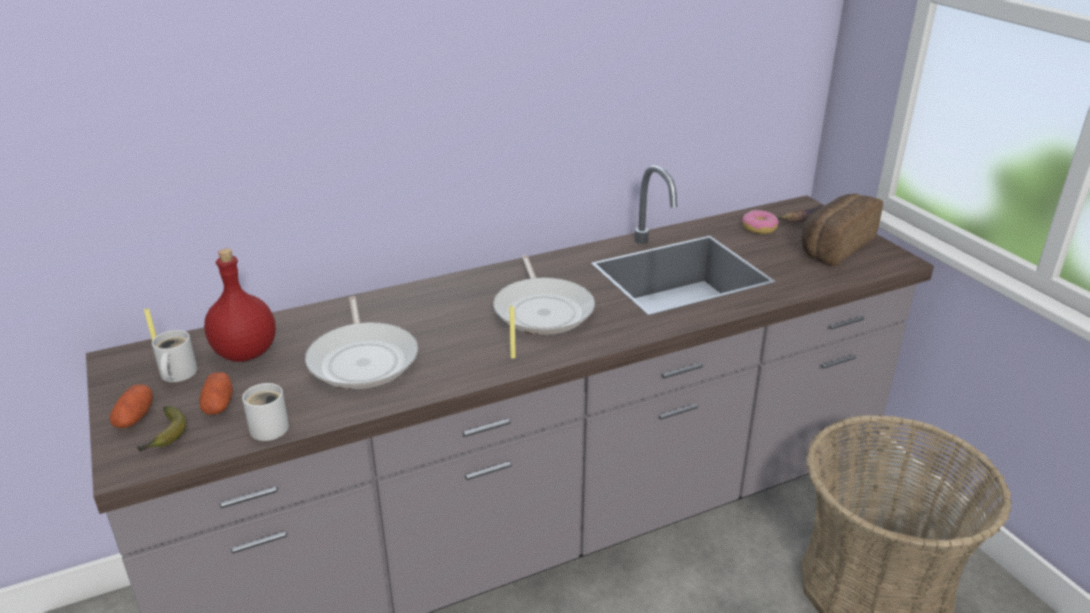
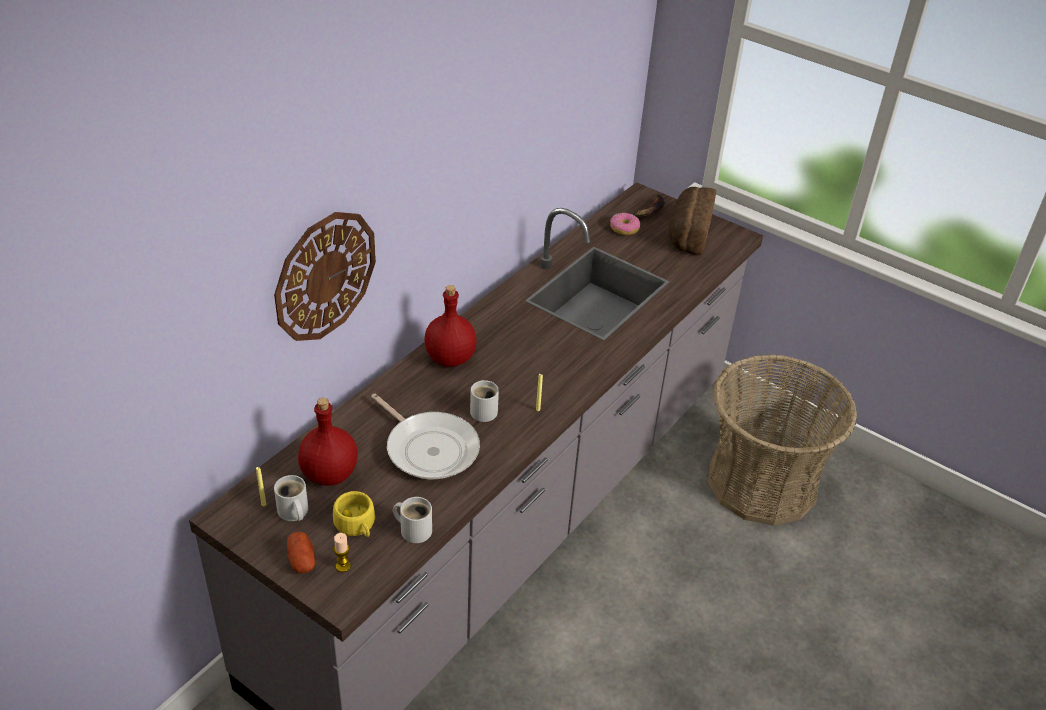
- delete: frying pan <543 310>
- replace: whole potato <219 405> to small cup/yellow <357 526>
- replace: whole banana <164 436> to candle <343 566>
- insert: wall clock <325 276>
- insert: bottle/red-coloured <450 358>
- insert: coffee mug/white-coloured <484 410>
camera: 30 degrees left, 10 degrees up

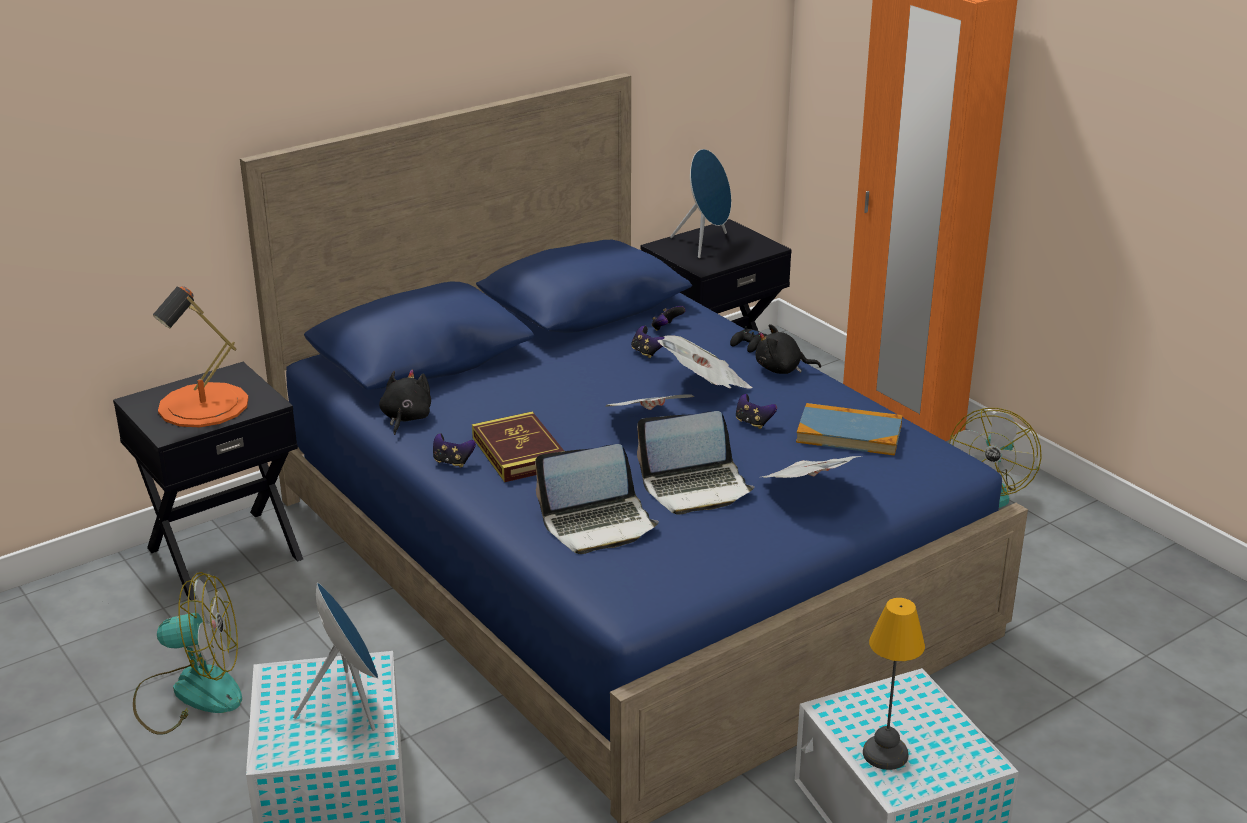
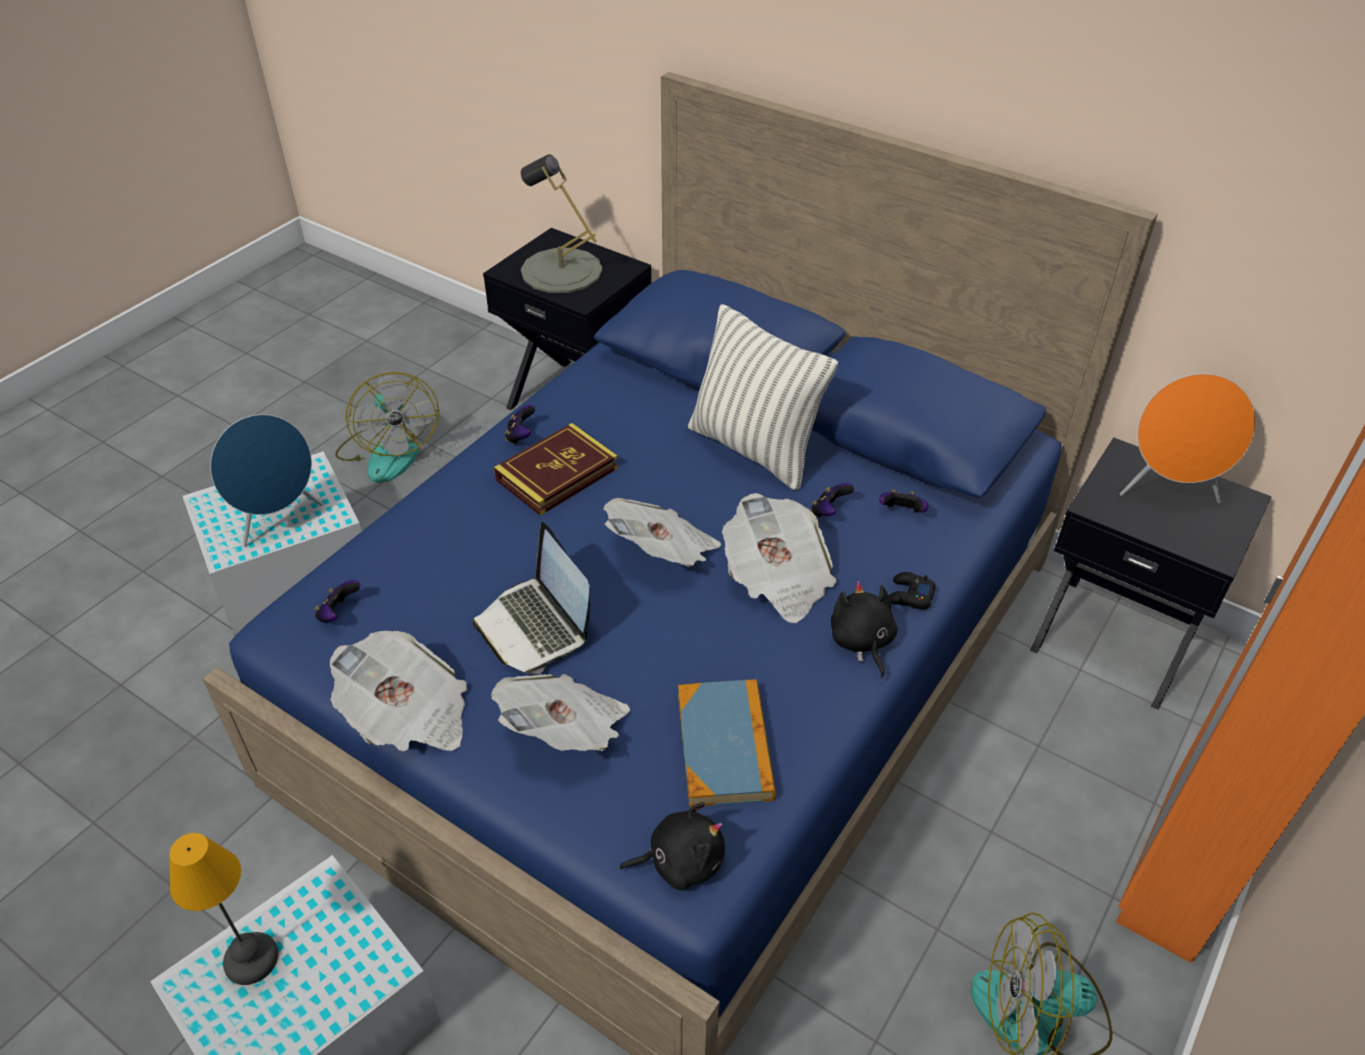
- recolor: audio speaker/bluish <705 244> to audio speaker/orange-coloured <1168 491>
- recolor: tabletop lamp/orange-coloured <203 405> to tabletop lamp/greyish <561 271>
- move: soft toy/blackish <405 418> to <680 861>
- move: joypad <753 423> to <338 613>
- delete: portable computer <598 524>
- insert: cushion <754 449>
- insert: daily paper <408 716>
camera: 70 degrees right, 15 degrees up

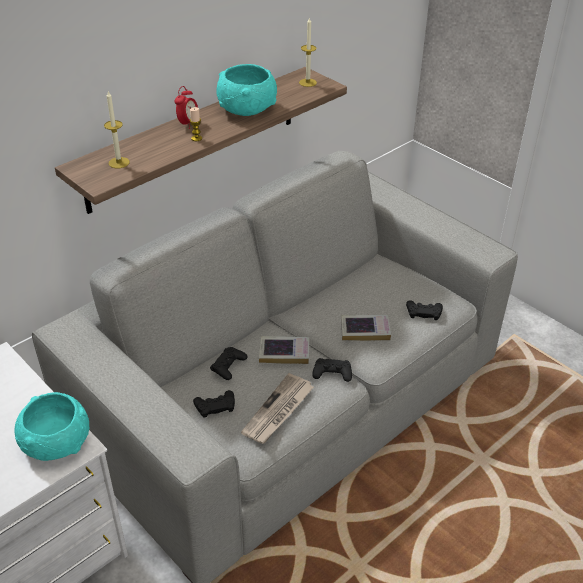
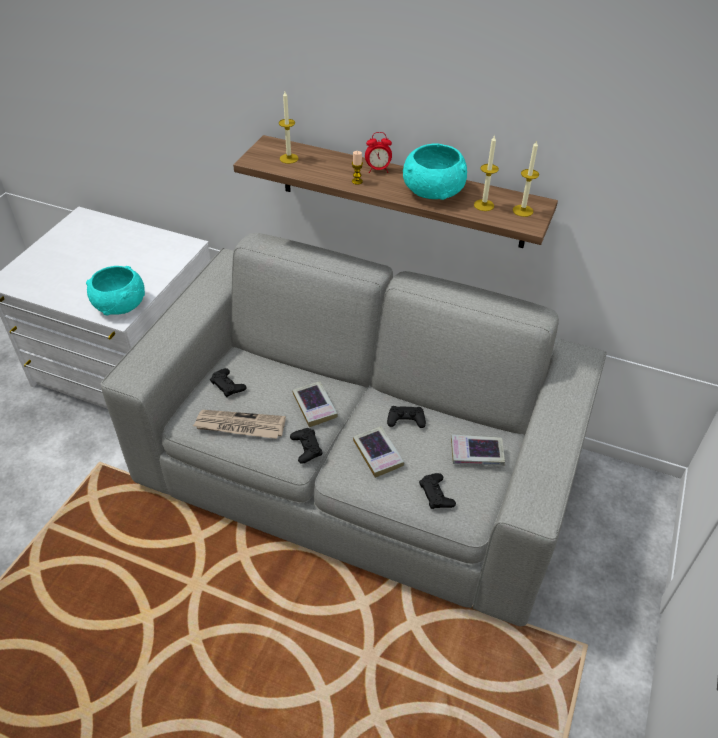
- move: joypad/blackish <228 366> to <406 419>
- insert: candle <484 205>
- insert: book <476 453>
camera: 65 degrees right, 5 degrees up

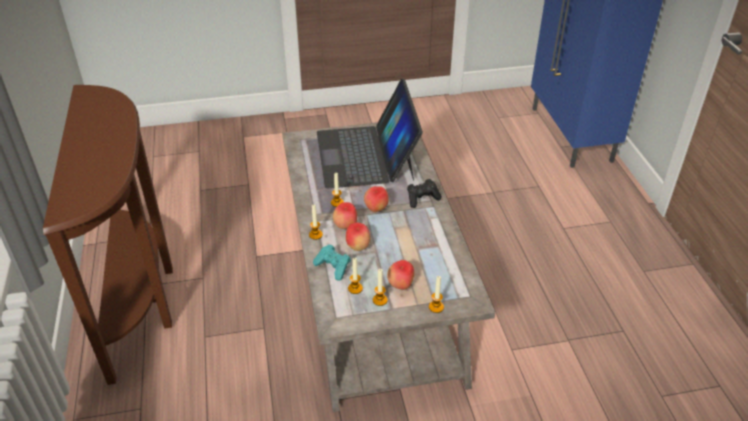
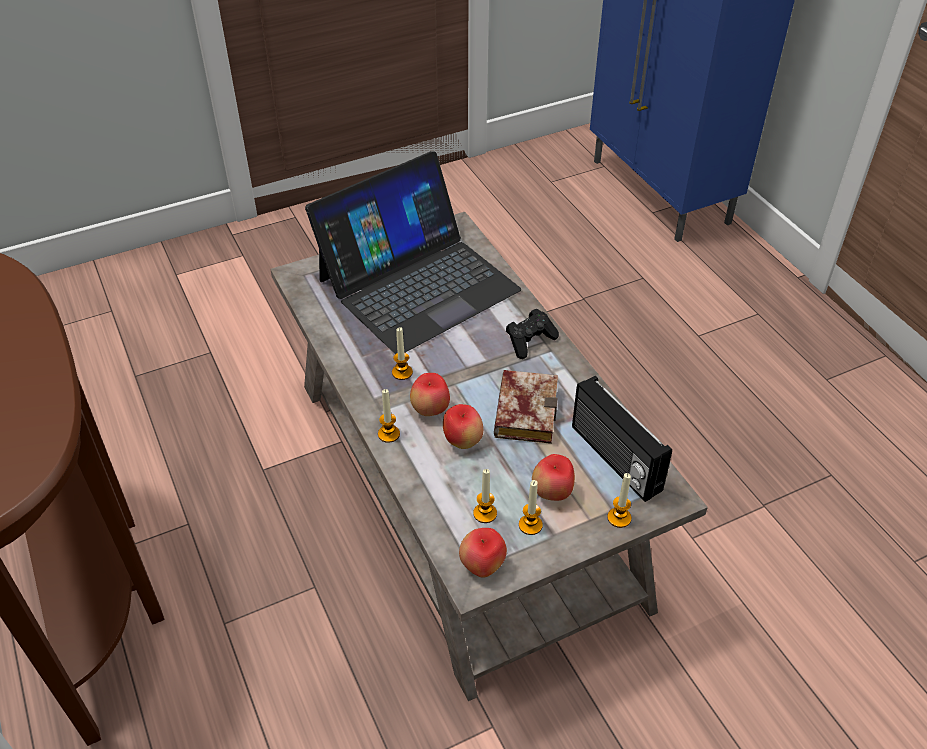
- rotate: portable computer <366 155> = <417 284> 105 degrees counterclockwise
- move: apple <376 209> to <482 566>
- delete: joypad/blue-green <333 267>
- insert: book <523 410>
- insert: radio set <614 459>
camera: 15 degrees left, 5 degrees up

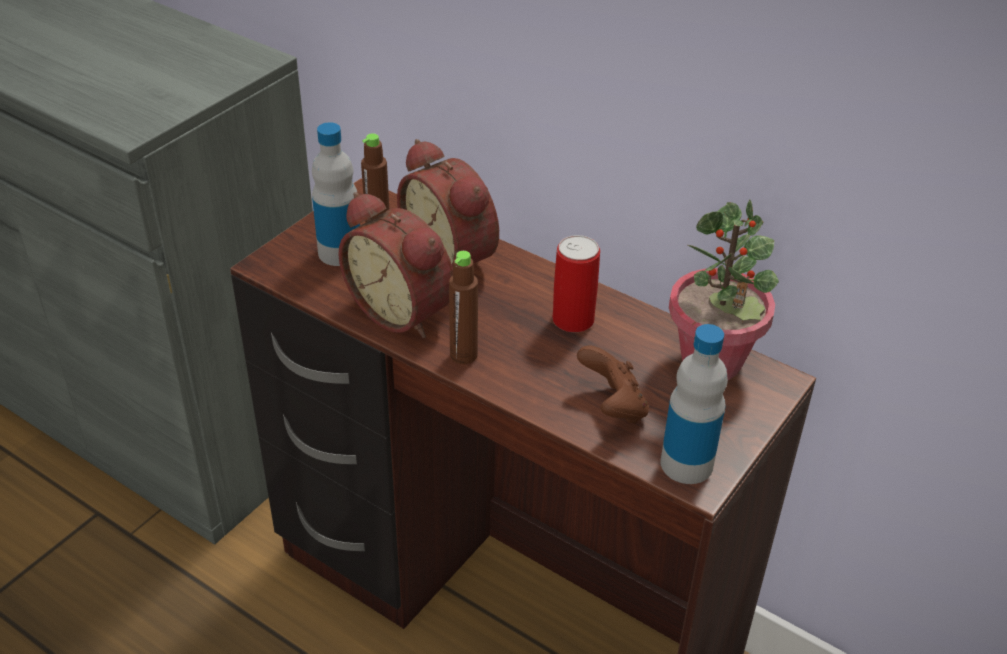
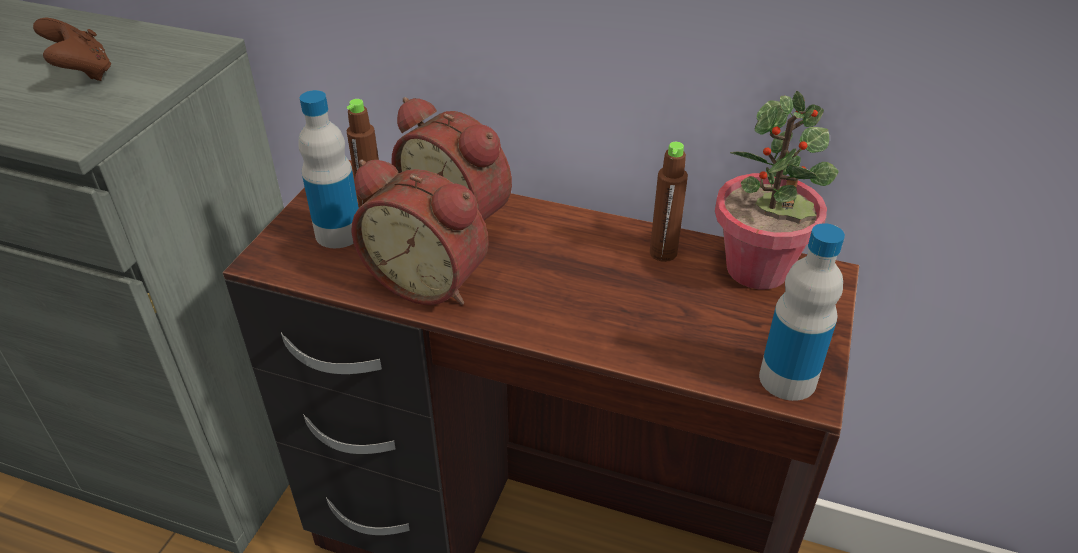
- delete: sealed can <573 320>
- move: bottle/brown <463 355> to <663 253>
- move: joypad/brown <613 407> to <83 74>
camera: 15 degrees left, 0 degrees up

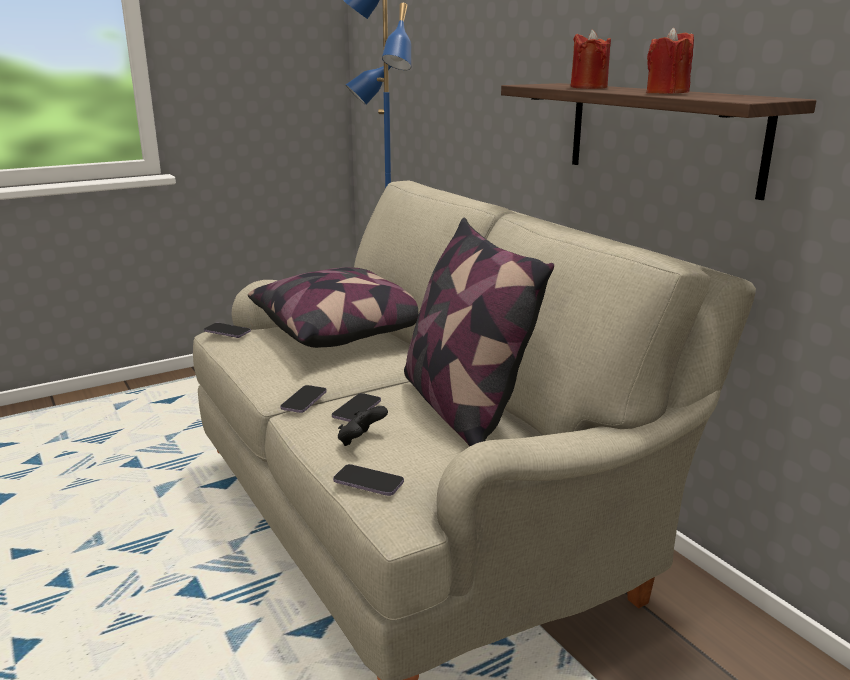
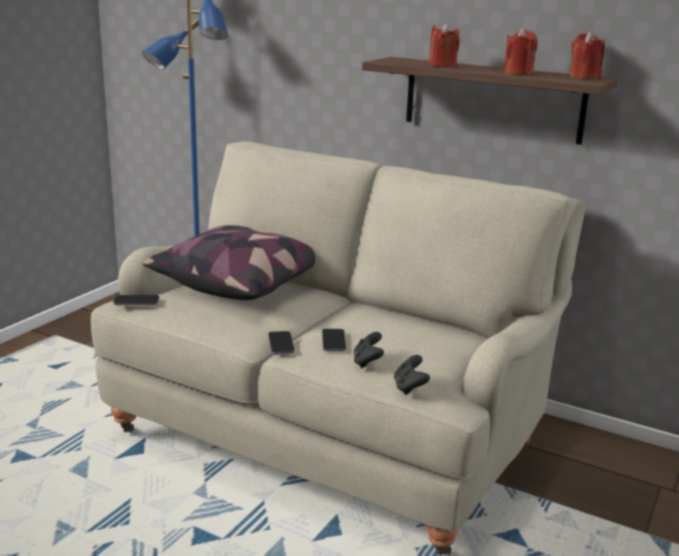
- delete: cushion <461 408>
- replace: handset <368 482> to joypad/blackish <409 388>
- insert: candle/red-coloured <584 77>
camera: 30 degrees left, 0 degrees up

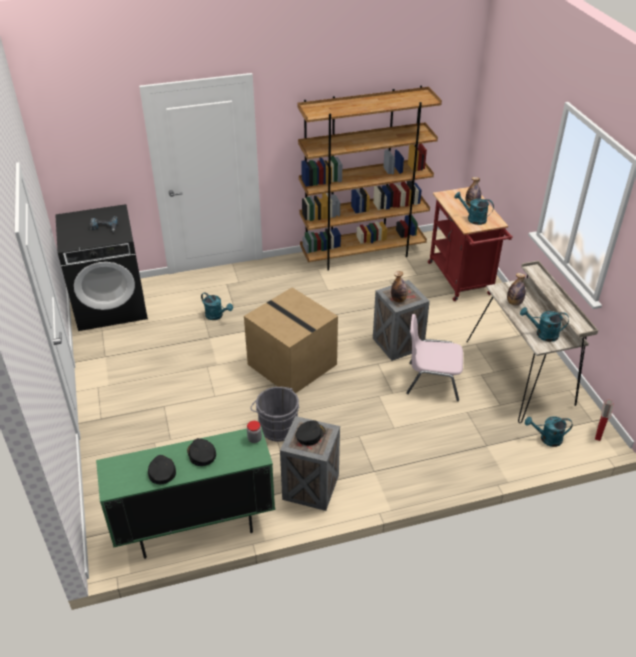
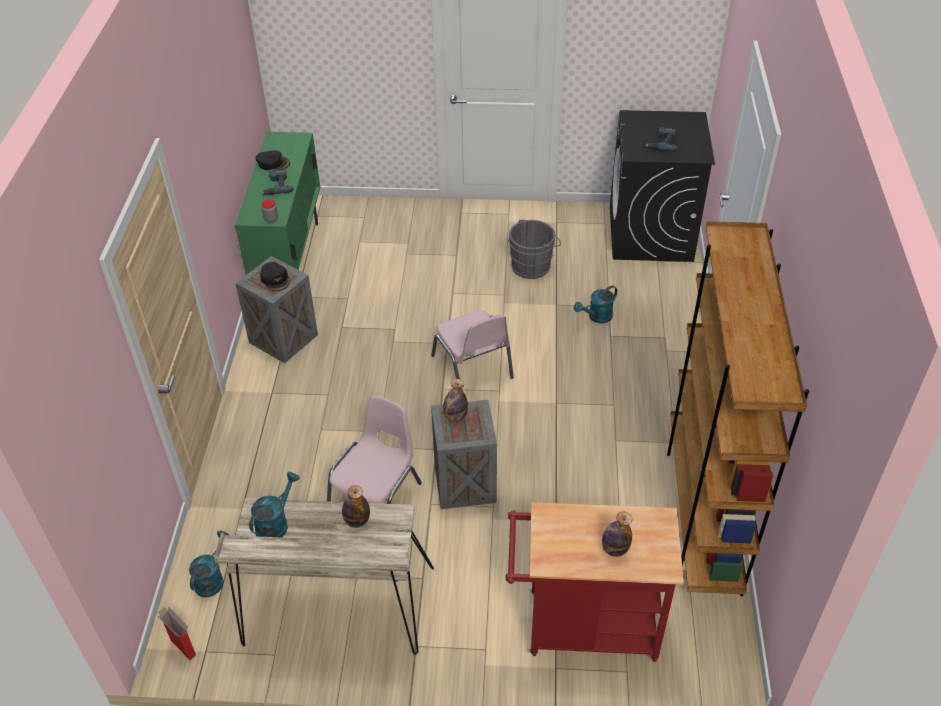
- delete: watering pot/blue-green <473 218>
- replace: cardboard box <293 364> to upright chair/pink <473 367>
- move: bucket/greyish <276 427> to <533 265>
- replace: baseball cap/blackish <201 454> to power drill <276 186>
camera: 110 degrees right, 5 degrees up

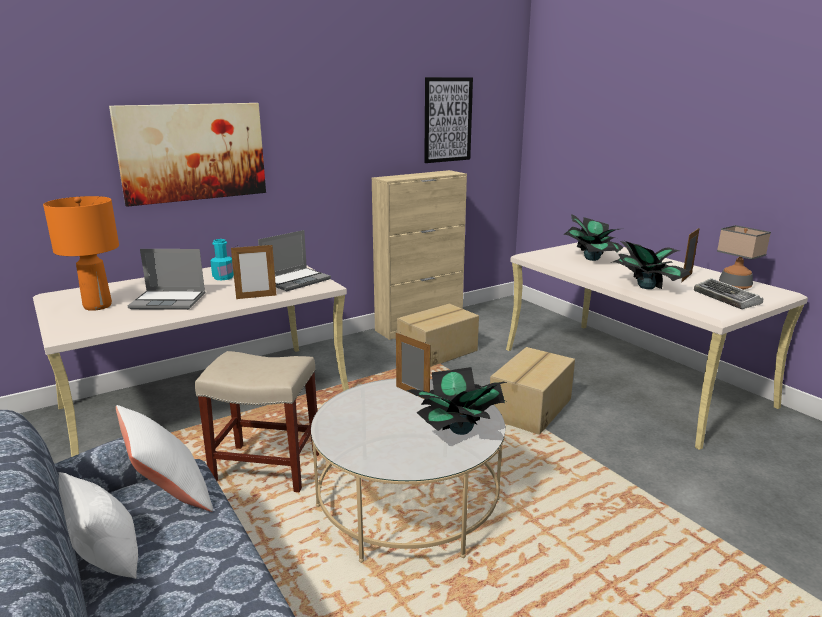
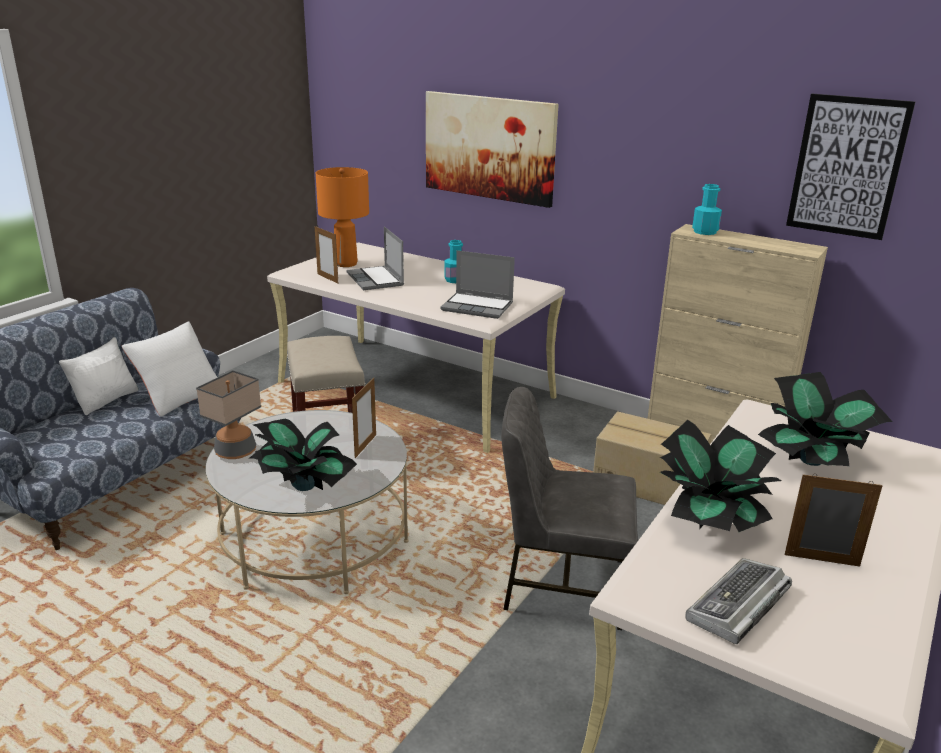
- move: tabletop lamp <734 286> to <236 452>
- move: standing frame <256 297> to <327 278>
- replace: cardboard box <529 408> to upright chair/greyish <562 585>
- insert: bottle/blue-green <705 232>
camera: 65 degrees right, 5 degrees up

